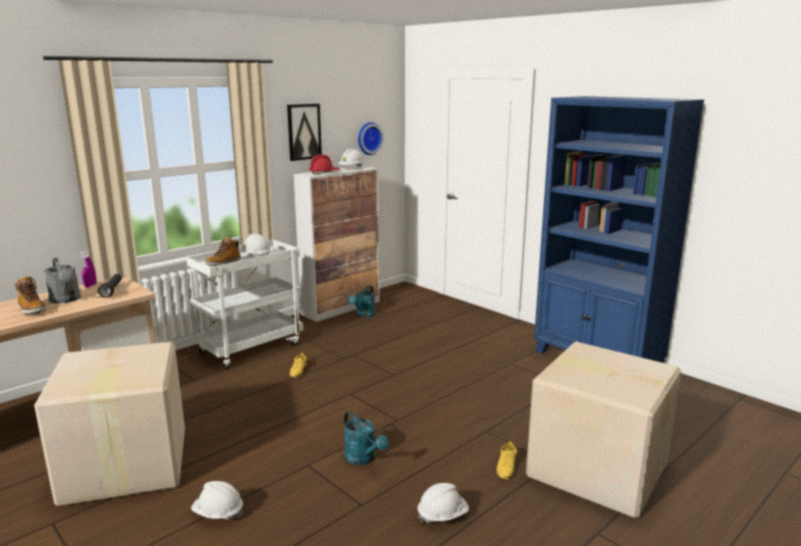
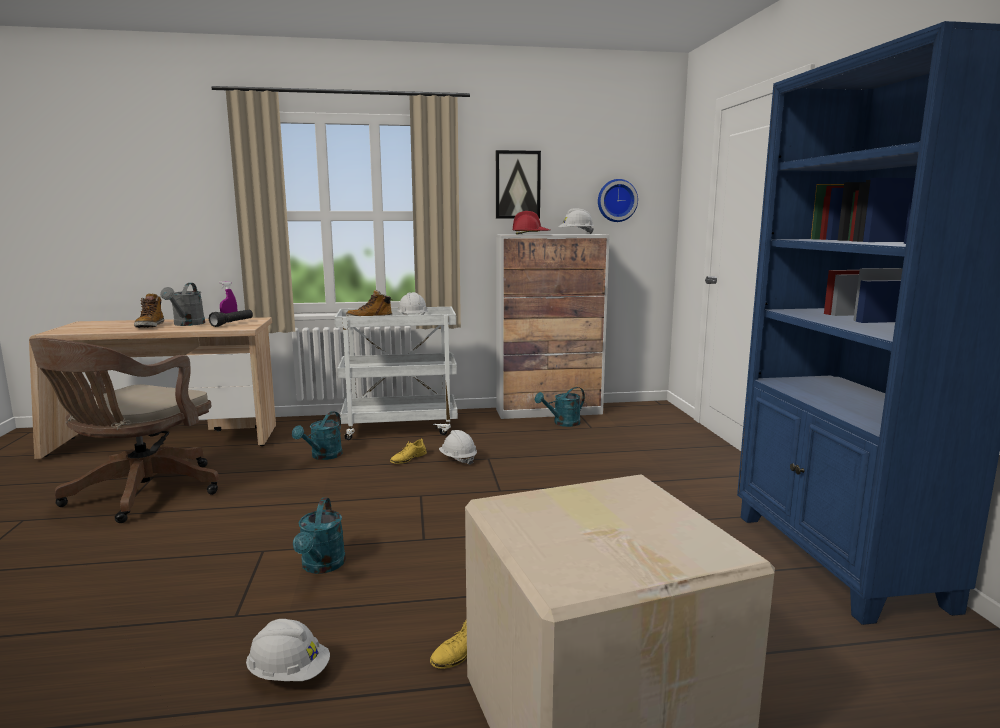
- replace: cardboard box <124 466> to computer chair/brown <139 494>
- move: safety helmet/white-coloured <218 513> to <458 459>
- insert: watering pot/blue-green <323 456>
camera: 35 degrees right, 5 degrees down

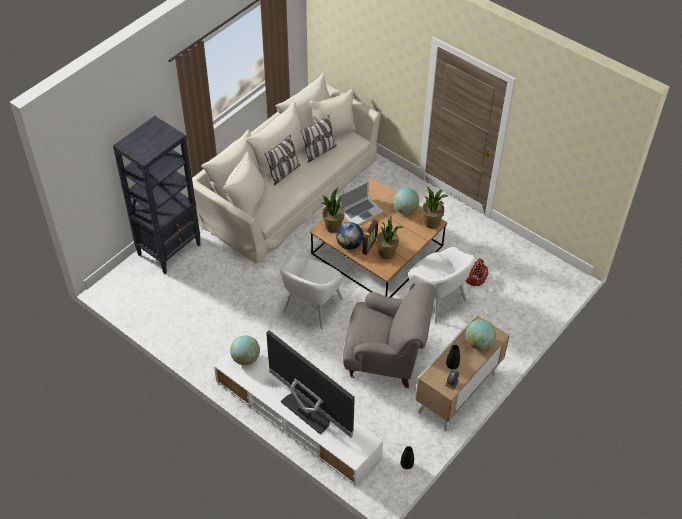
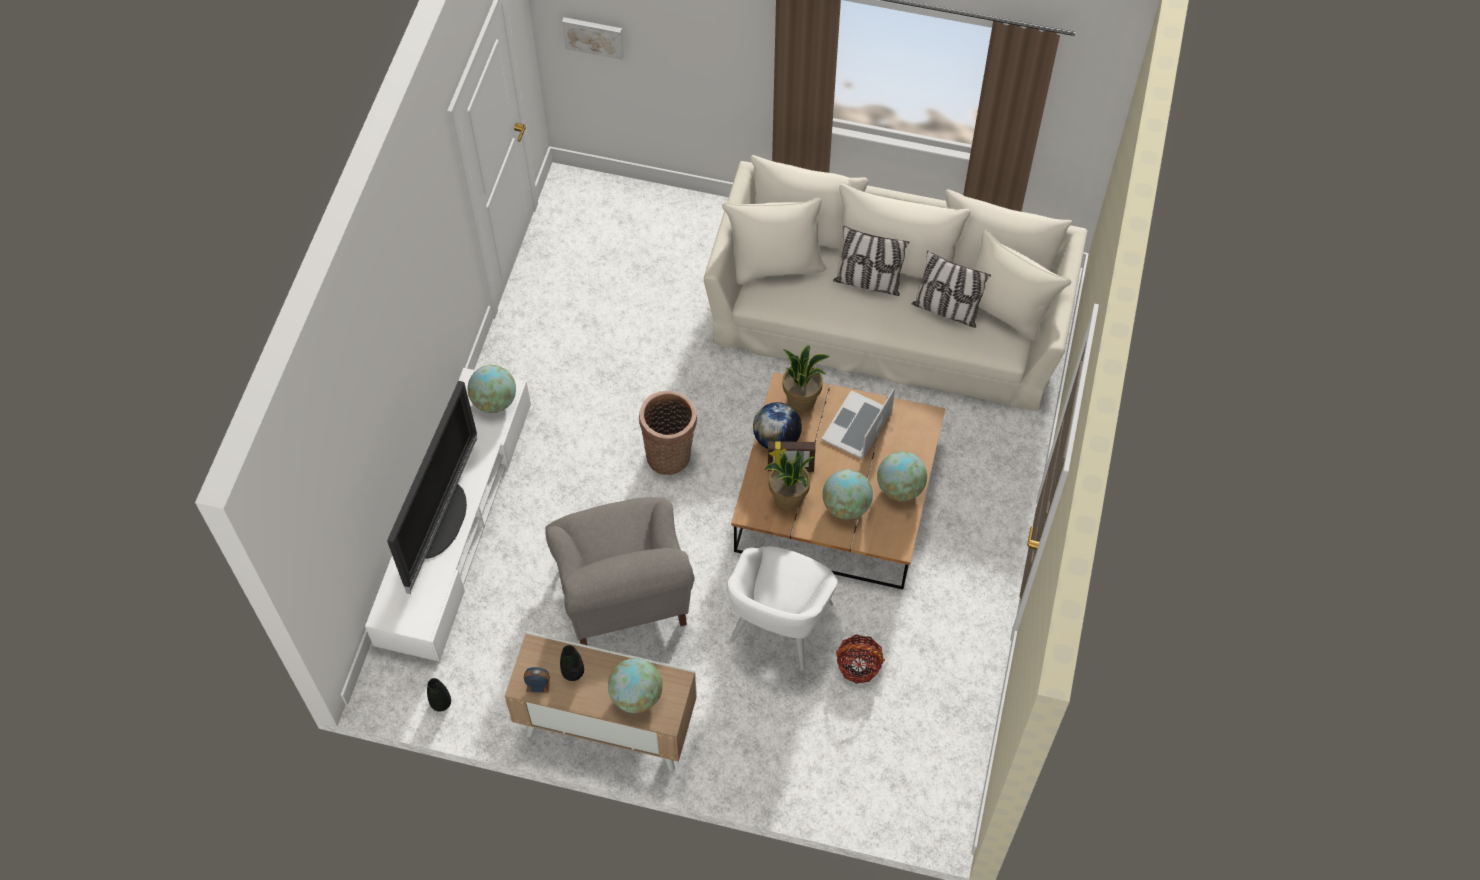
- delete: bookshelf/blackish <170 249>
- rotate: portable computer <361 211> = <857 425> 90 degrees clockwise
- delete: potted plant <432 223>
- replace: armchair/white-coloured <312 306> to storage basket <670 453>
- insert: wall art <594 36>
- insert: world globe <846 505>
camera: 65 degrees right, 10 degrees up

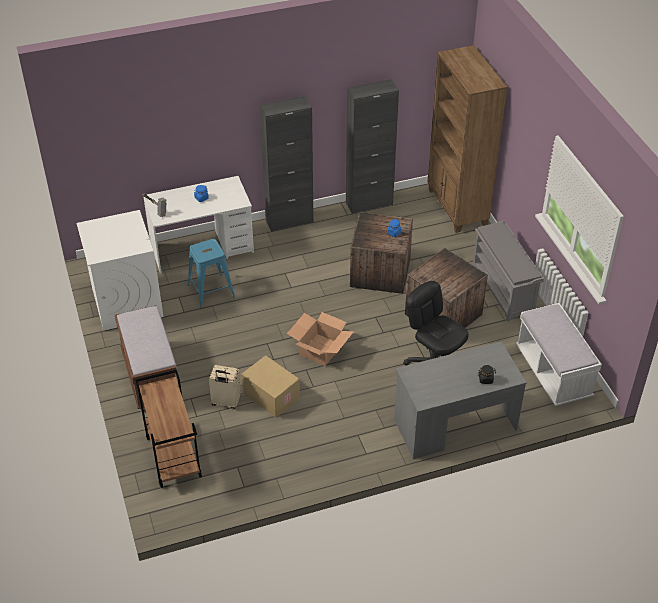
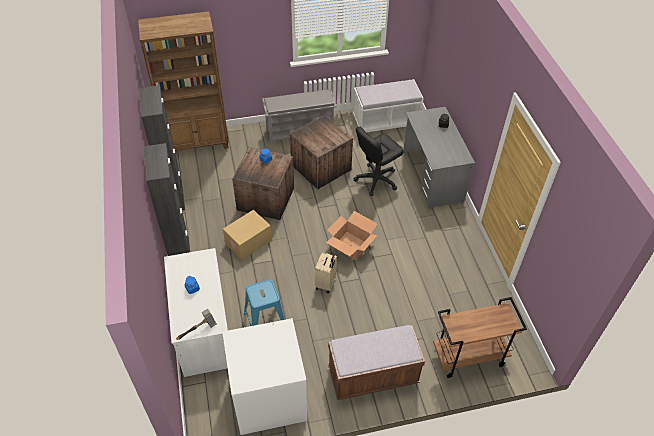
- move: cardboard box <270 396> to <248 242>
- move: travel case/sand-coloured <226 402> to <326 283>
camera: 85 degrees left, 5 degrees up

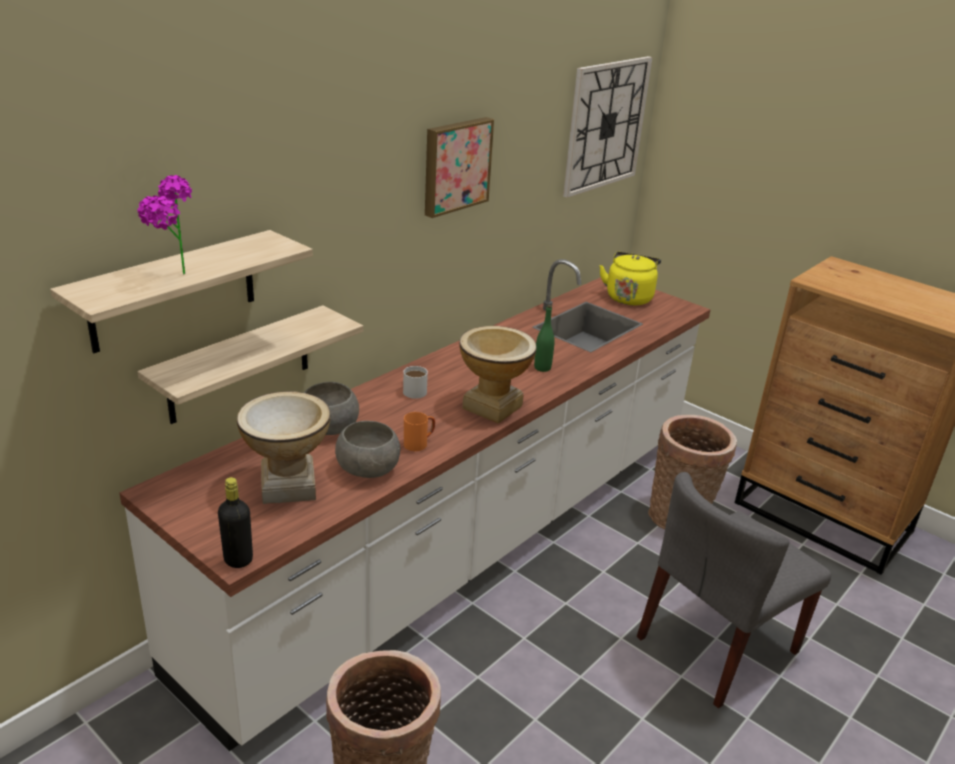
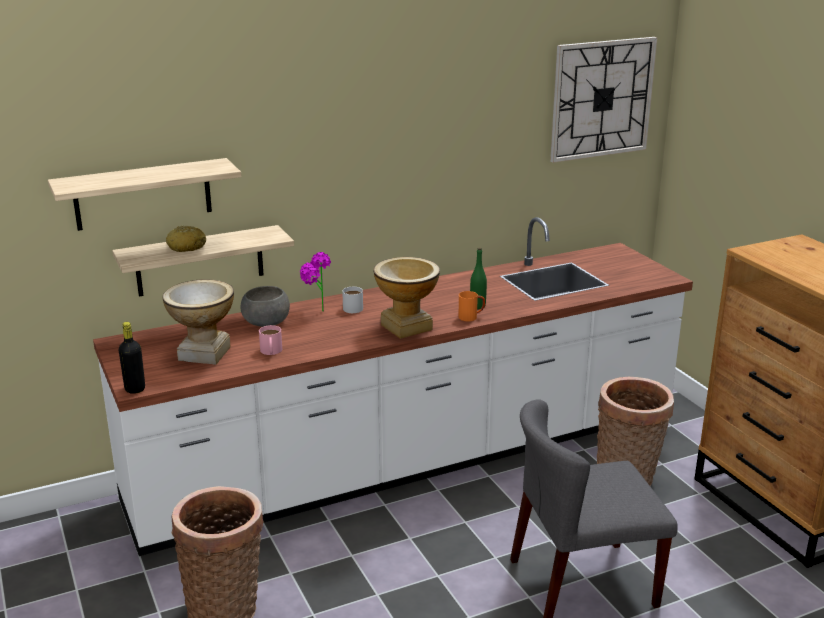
- delete: wall art <455 165>
- move: potted plant <171 276> to <315 312>
- delete: water kettle/yellow <629 297>
- move: coffee mug/orange-coloured <419 444> to <471 317>
- replace: serving bowl/greyish <368 468> to coffee mug/pink <271 352>
- insert: bakery bread <187 247>
camera: 25 degrees right, 5 degrees down

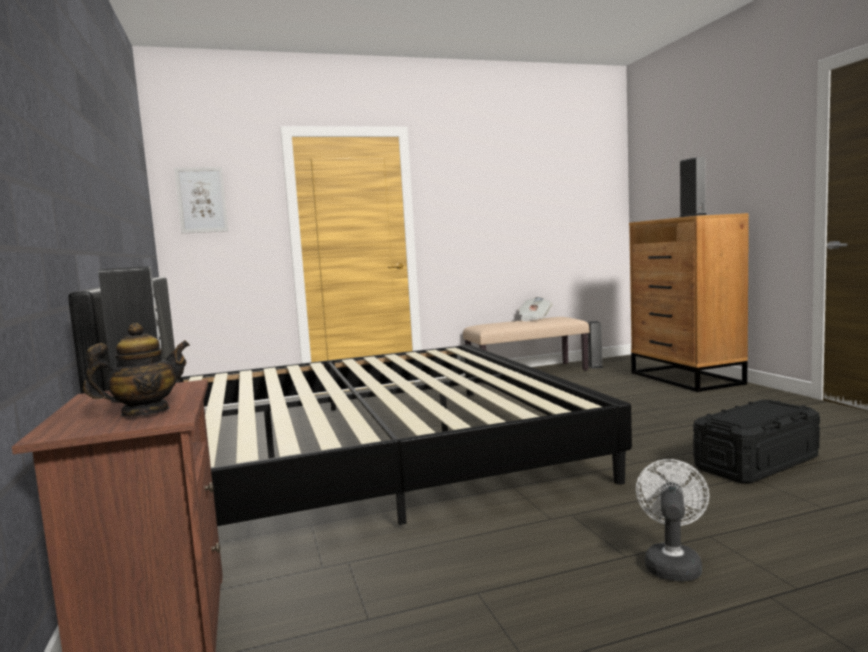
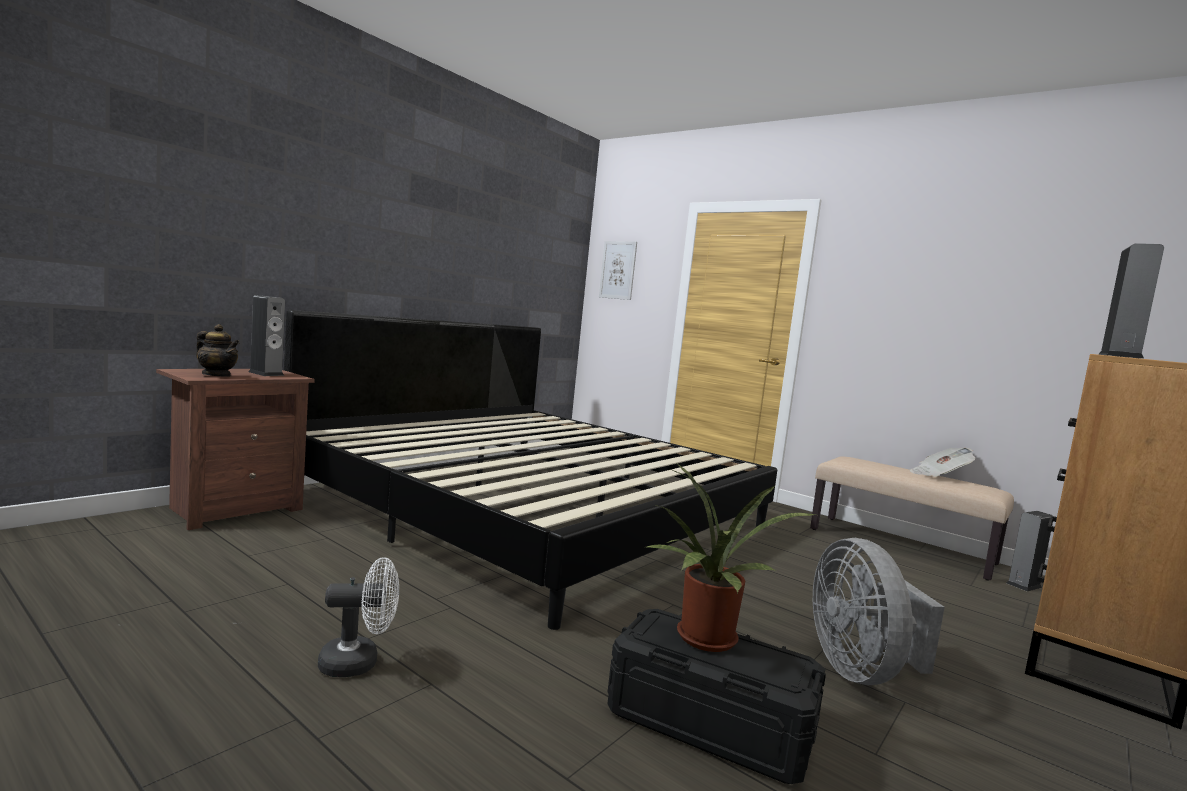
- insert: potted plant <705 641>
- insert: cooling fan/greyish <860 671>
camera: 55 degrees right, 0 degrees up

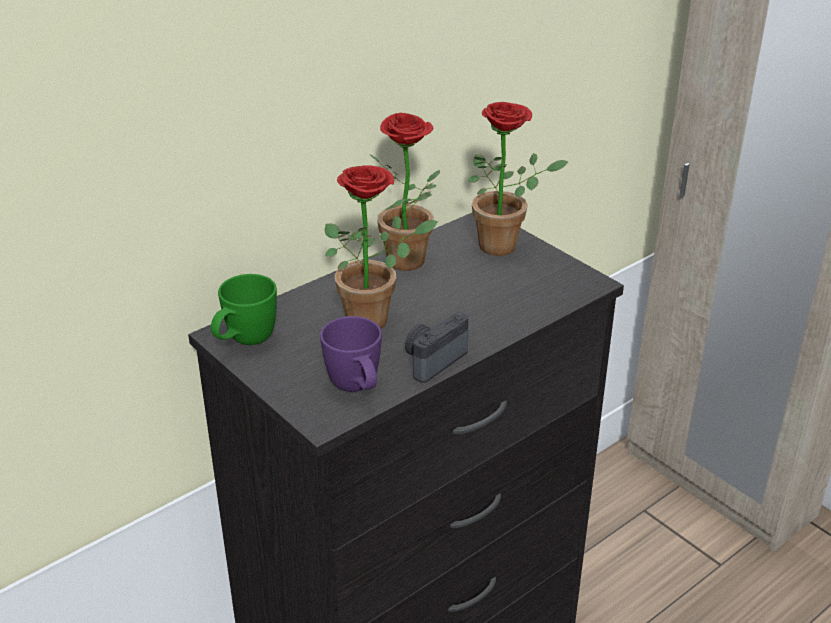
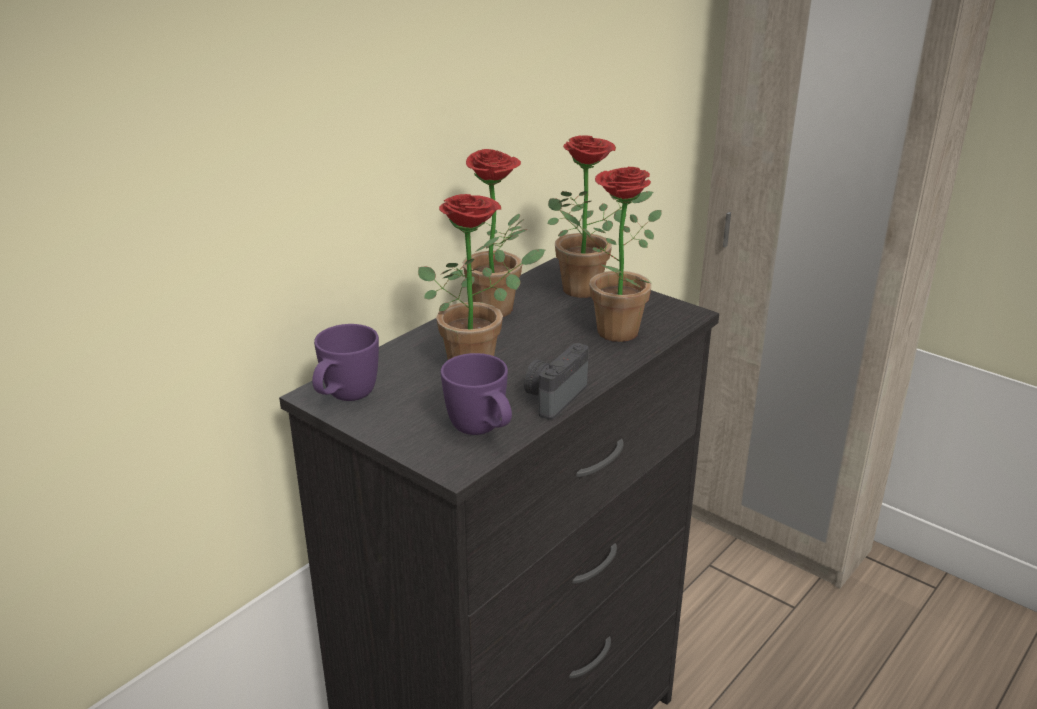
- recolor: coffee mug/green <244 342> to coffee mug/purplish <345 399>
- insert: potted plant <608 330>
camera: 10 degrees left, 5 degrees down

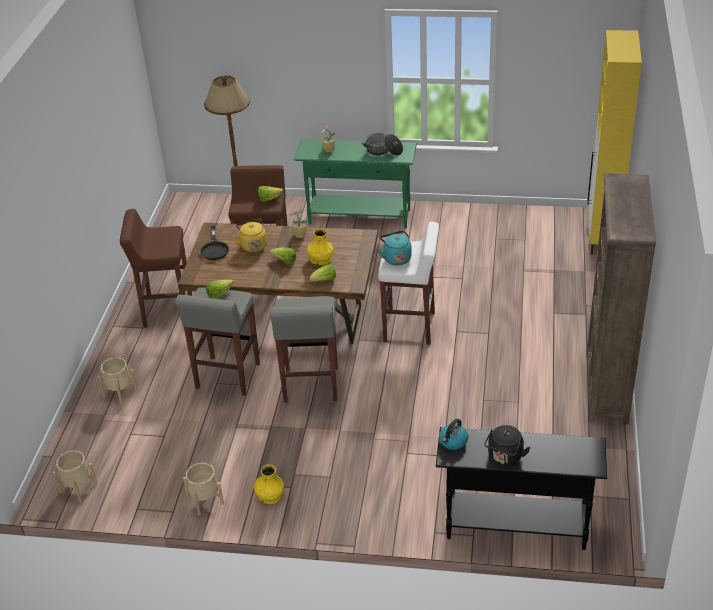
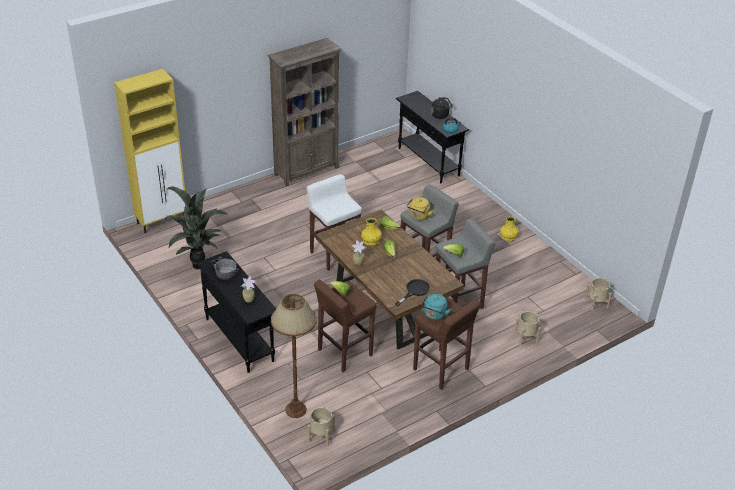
- recolor: hall table/green <360 217> to hall table/blackish <239 339>
- move: water kettle/yellow <253 245> to <418 216>
- move: water kettle/blue-green <396 258> to <434 315>
- move: flower pot/sand-coloured <205 500> to <321 435>
- insert: potted plant <198 267>
camera: 135 degrees left, 0 degrees up

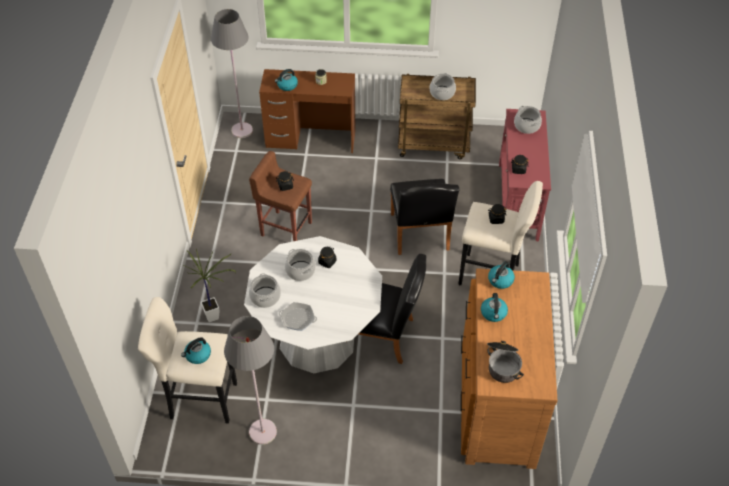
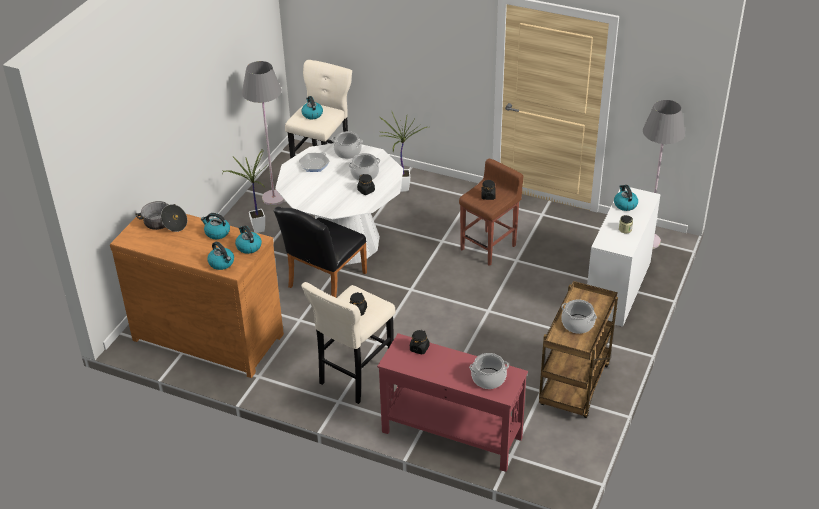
- recolor: desk table/brown <311 139> to desk table/white-coloured <618 289>
- delete: upright chair/blackish <420 235>
- insert: potted plant <255 229>
- insert: water kettle <222 263>
camera: 110 degrees right, 10 degrees down

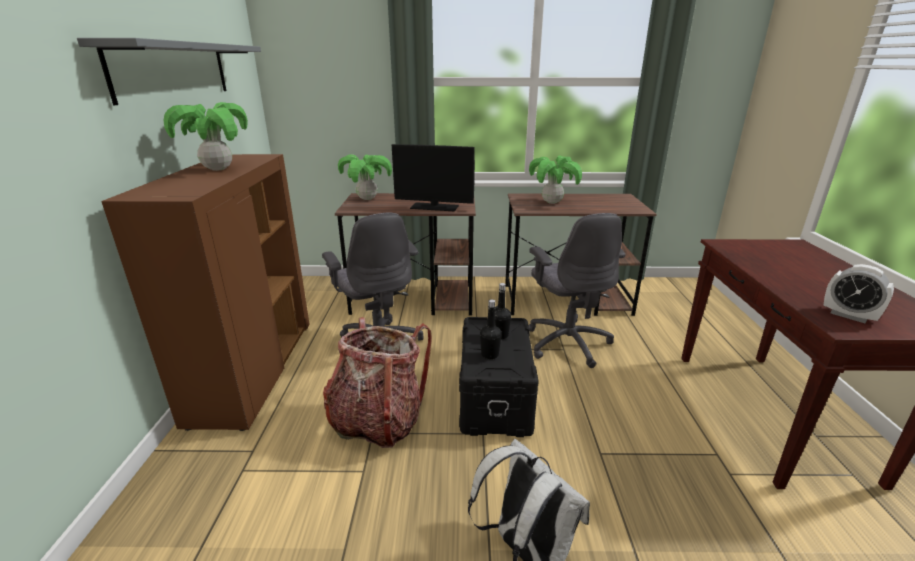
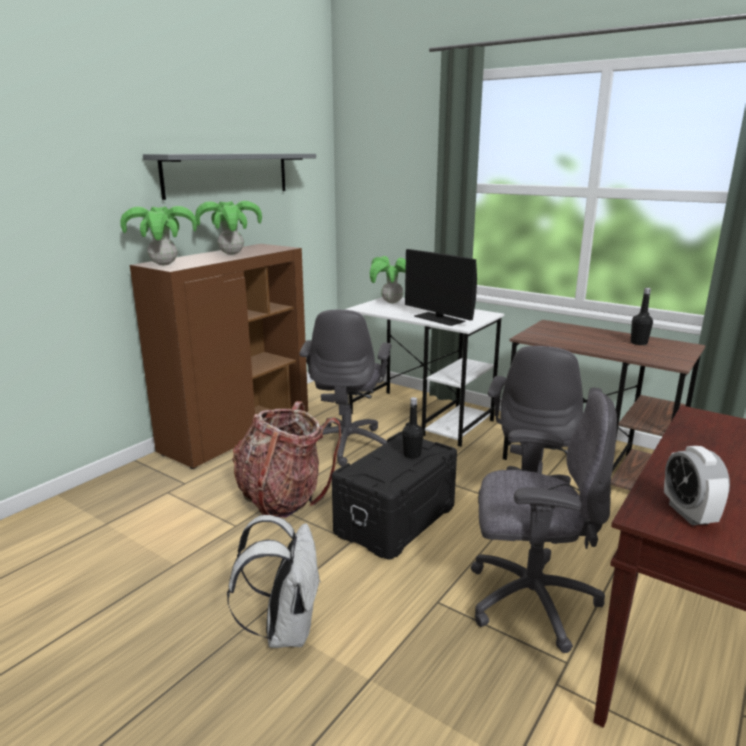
- move: potted plant <552 202> to <164 264>
- recolor: desk table/brown <414 299> to desk table/white-coloured <421 417>
- move: bottle/blackish <489 355> to <638 343>
- insert: computer chair/greyish <529 600>
camera: 35 degrees right, 5 degrees down

